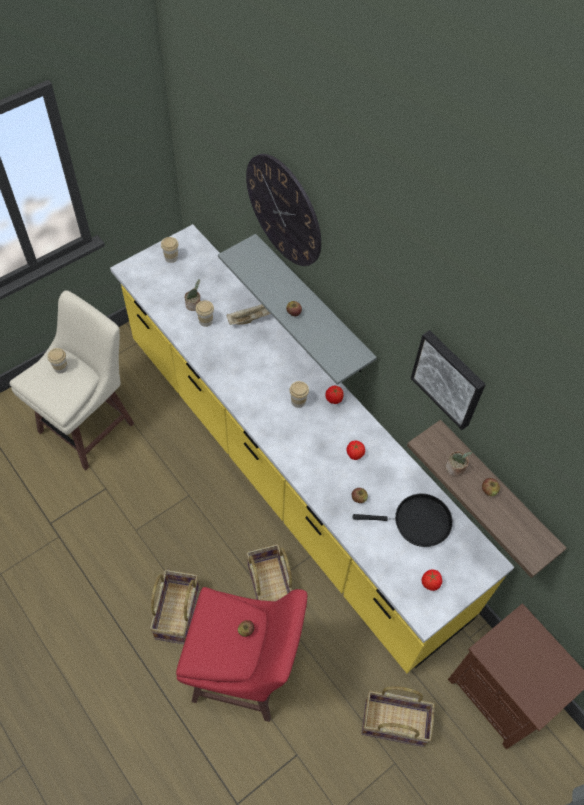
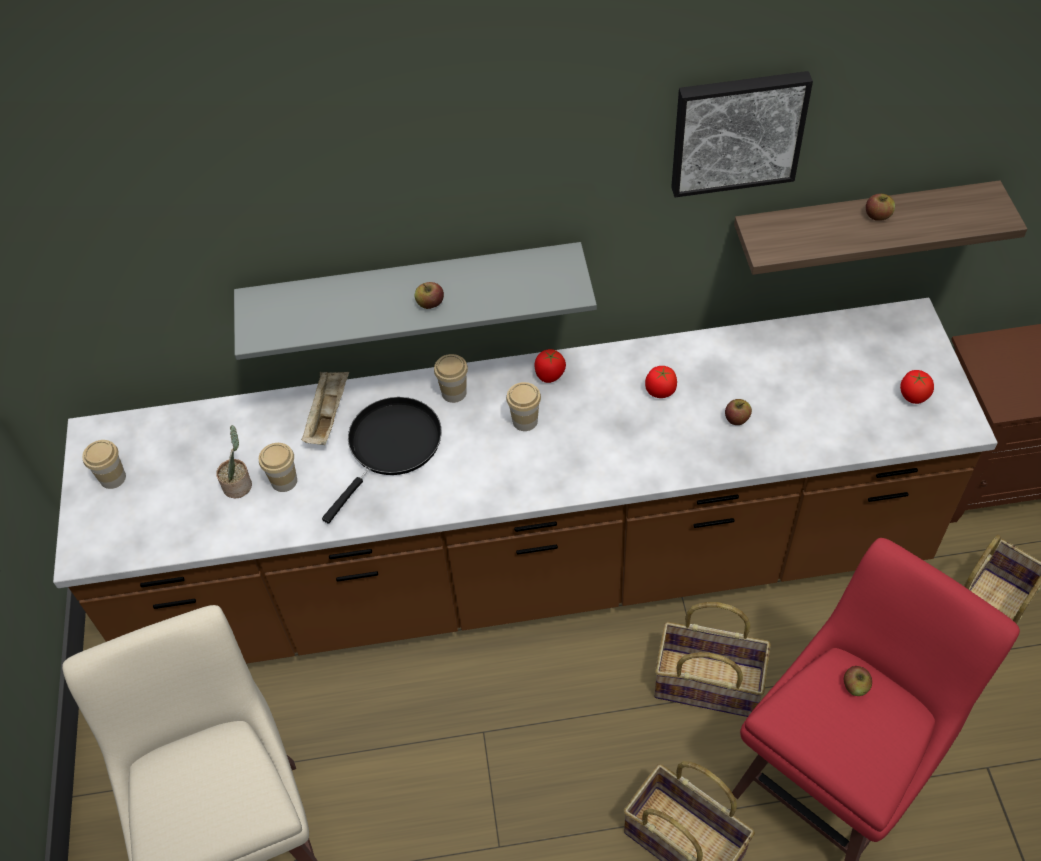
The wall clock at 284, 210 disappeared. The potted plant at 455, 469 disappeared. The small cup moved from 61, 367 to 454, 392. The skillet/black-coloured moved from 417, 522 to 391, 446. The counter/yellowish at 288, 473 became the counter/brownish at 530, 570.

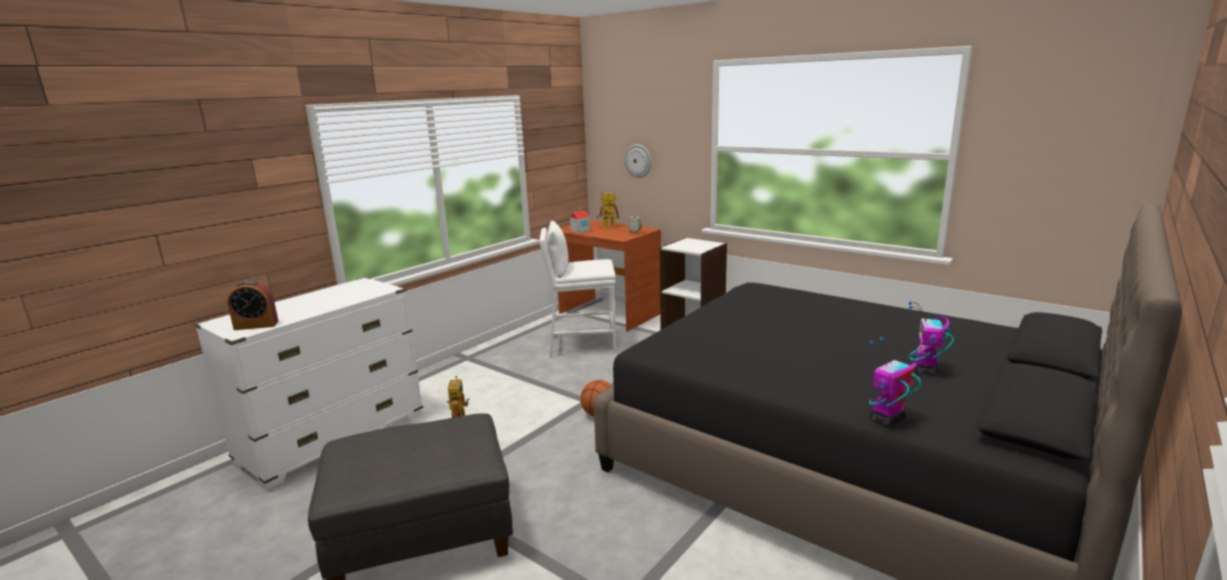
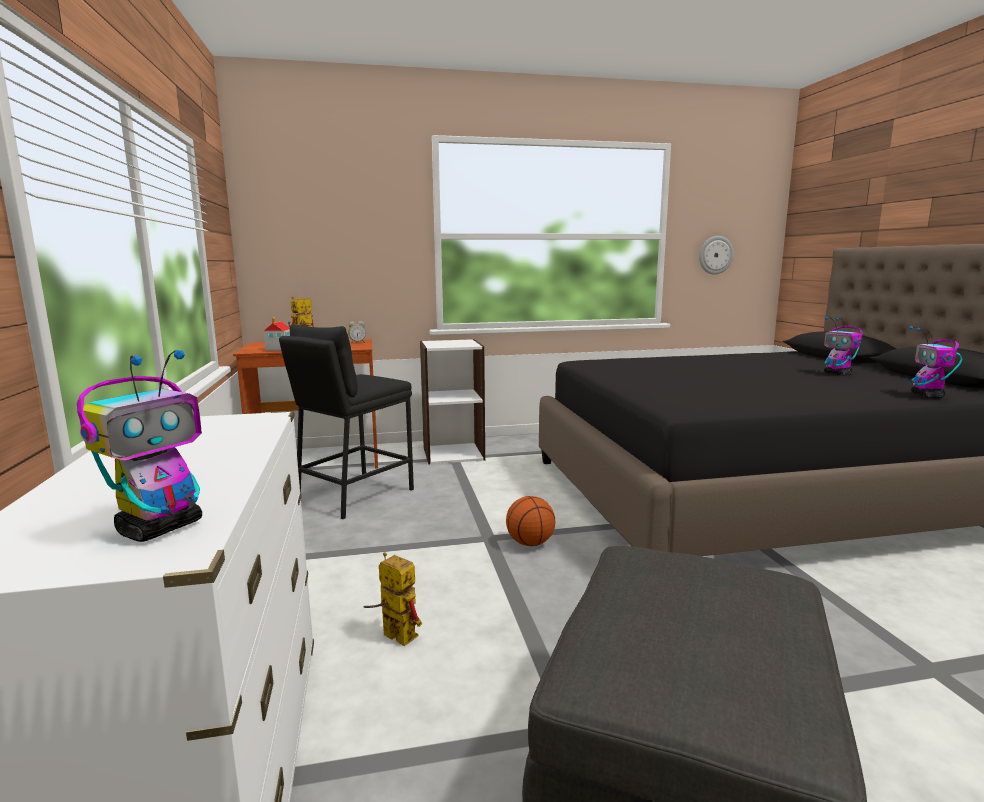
The wall clock moved from 638, 160 to 715, 255. The table clock at 256, 325 was replaced by the model robot at 162, 527. The sitting stool/whitish at 582, 344 became the sitting stool/black-coloured at 354, 495.

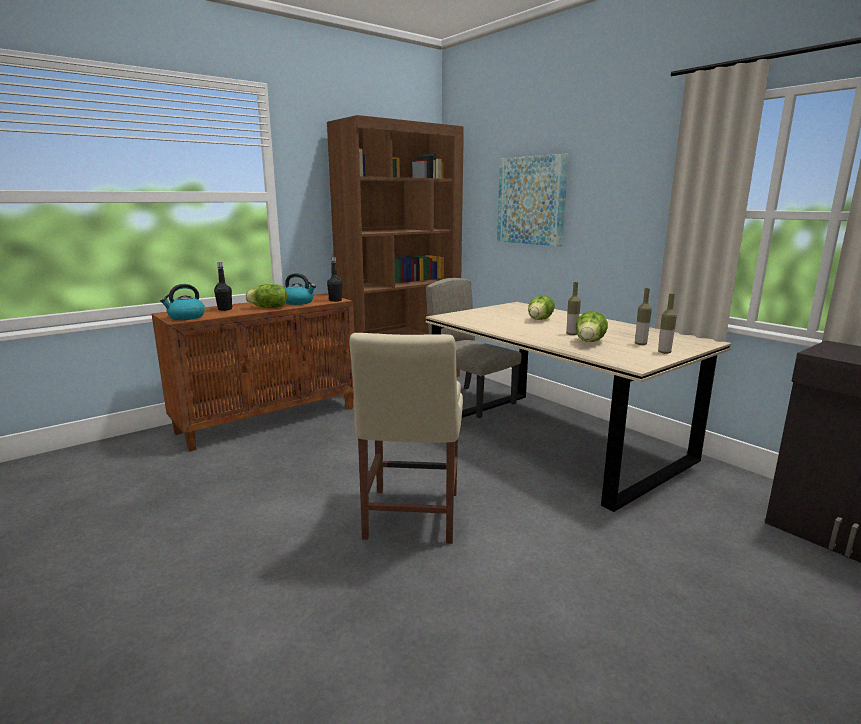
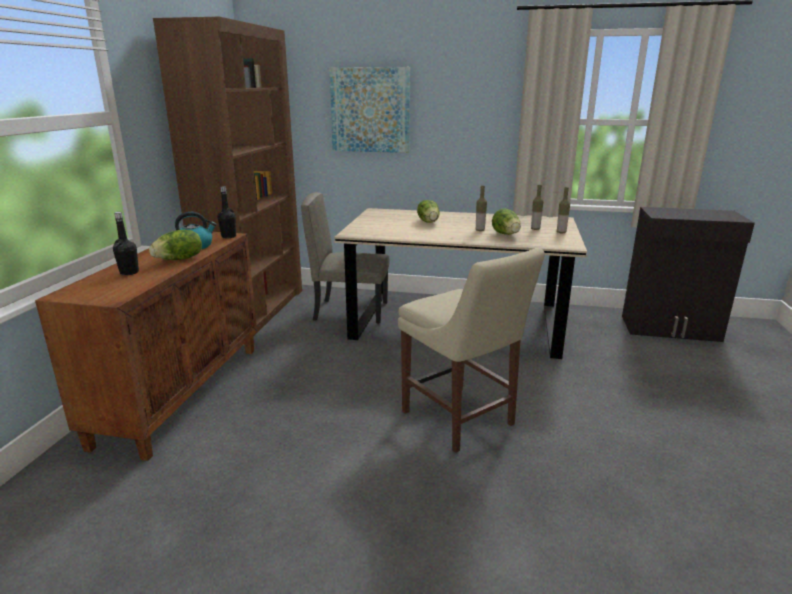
The water kettle at 186, 317 disappeared.

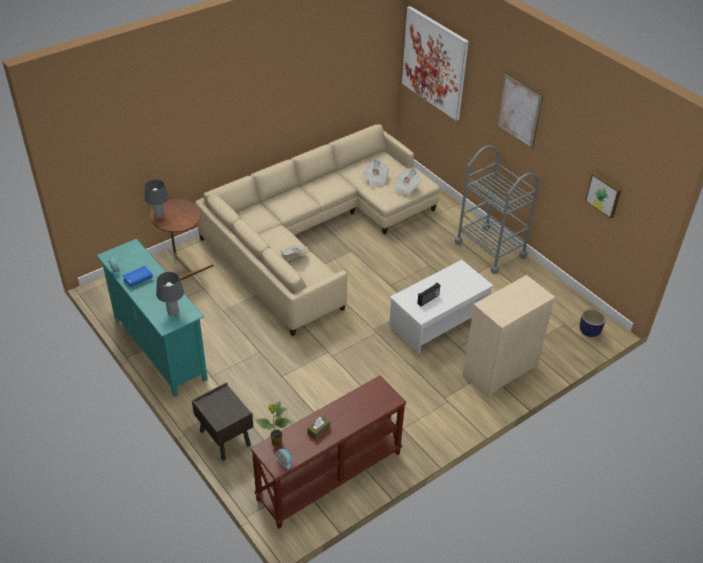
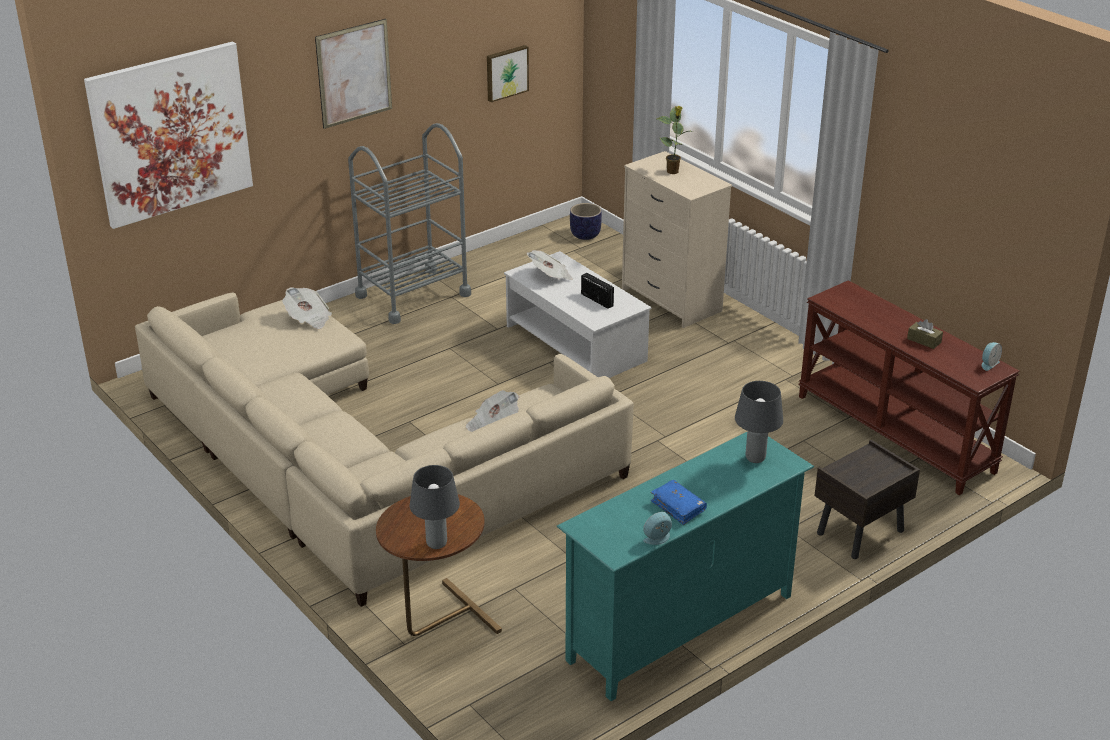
The potted plant moved from 276, 442 to 673, 172. The newspaper moved from 376, 180 to 550, 276.

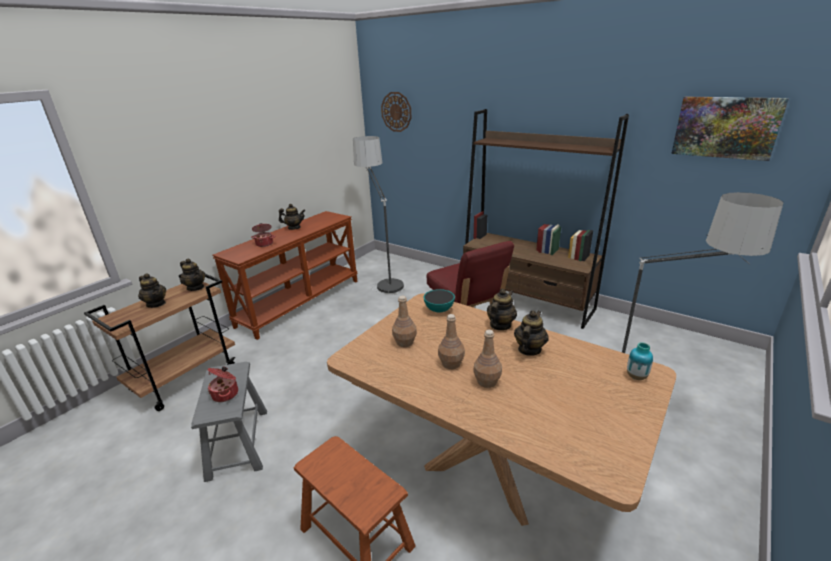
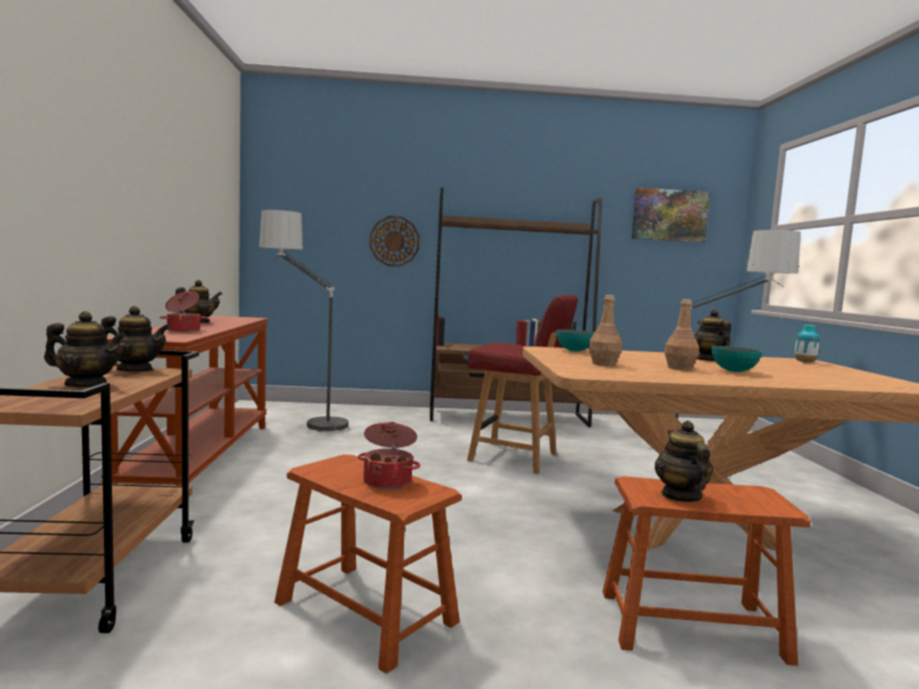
The wall clock moved from 396, 112 to 394, 241. The pot for tea moved from 500, 325 to 680, 496. The beverage bottle/brownish at 487, 381 was replaced by the bowl at 733, 371. The sitting stool/gray at 238, 443 became the sitting stool/brownish at 365, 612.

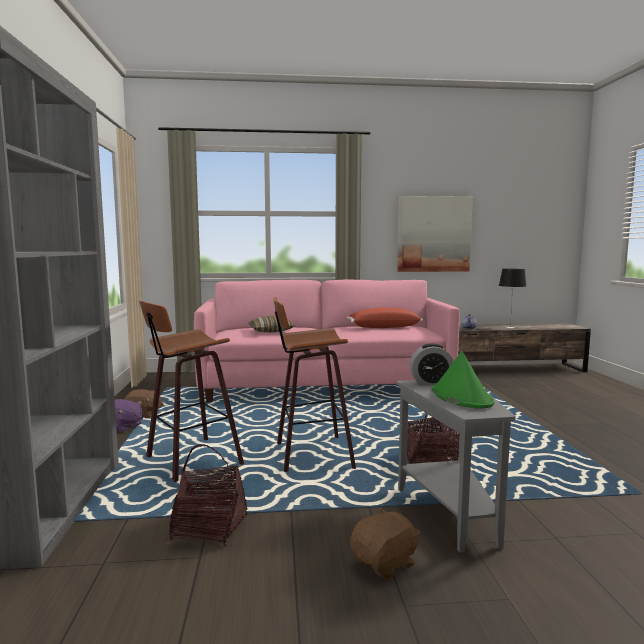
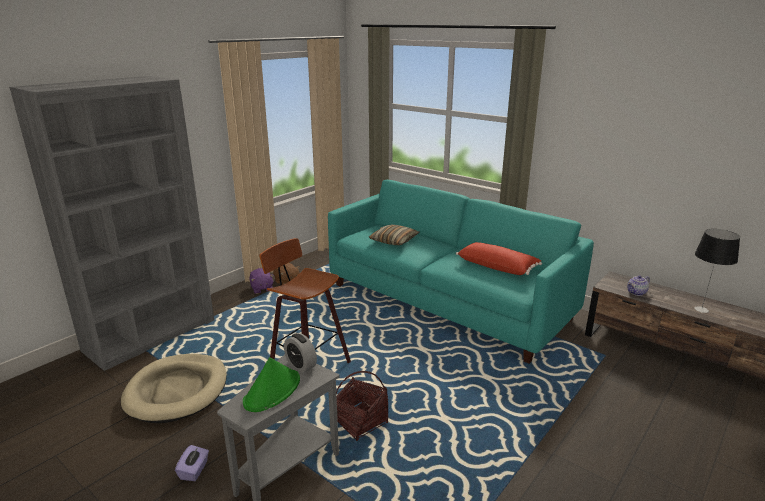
The sitting stool at 190, 461 disappeared. The wall picture at 434, 234 disappeared. The basket at 210, 527 was replaced by the dog bed/beige-coloured at 177, 391. The cuddly toy/brownish at 385, 563 was replaced by the tissue holder/purple at 194, 471. The settee/pink-coloured at 325, 385 became the settee/blue-green at 447, 302.

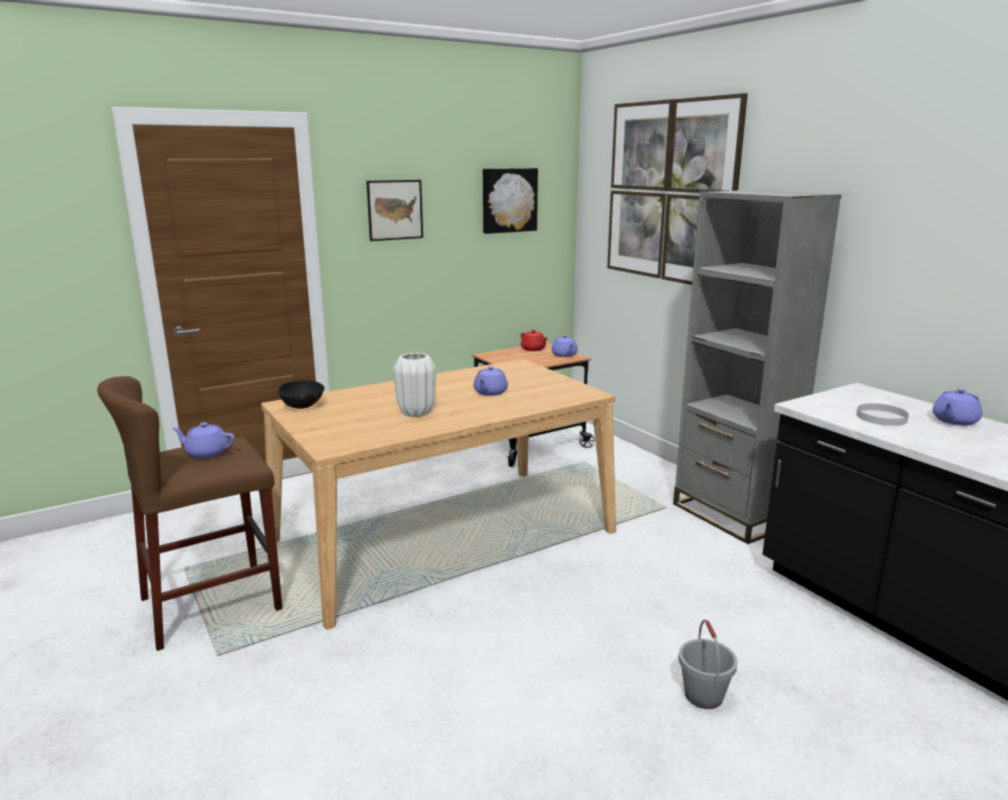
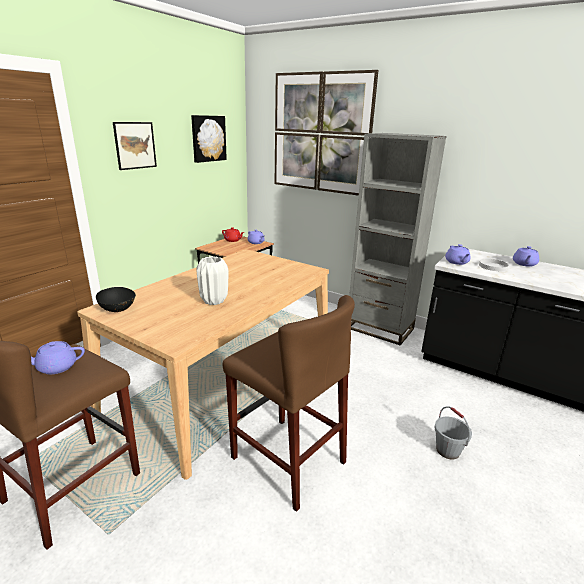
The sitting stool/brownish at 288, 459 appeared. The pot for tea/purple moved from 490, 392 to 457, 262.

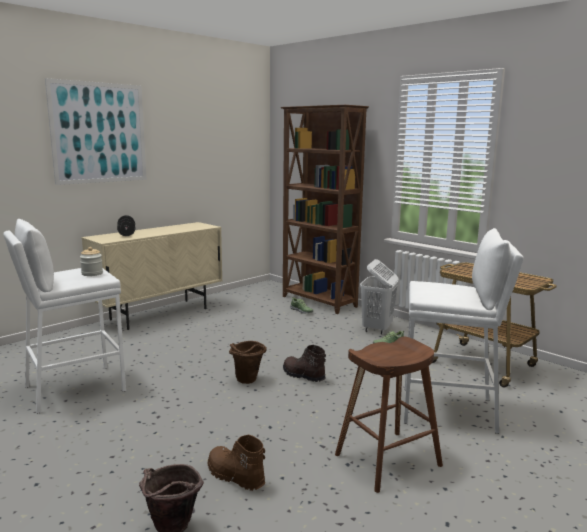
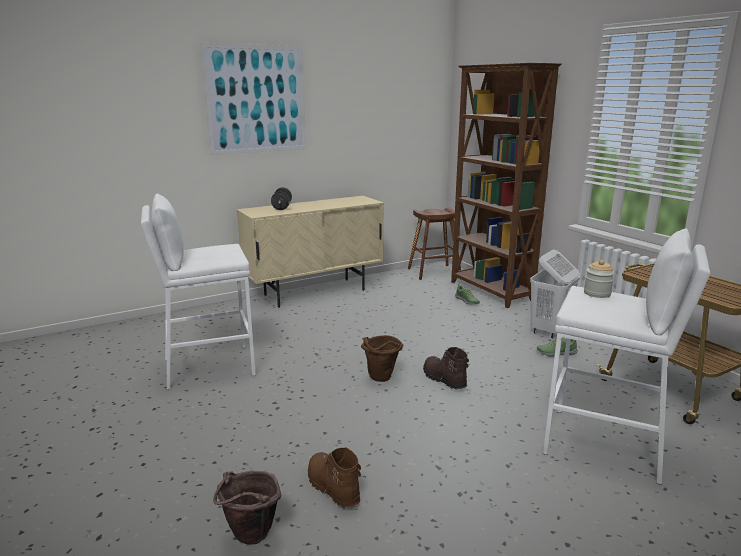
The preserve jar moved from 92, 273 to 597, 293. The sitting stool/brownish moved from 388, 460 to 434, 272.

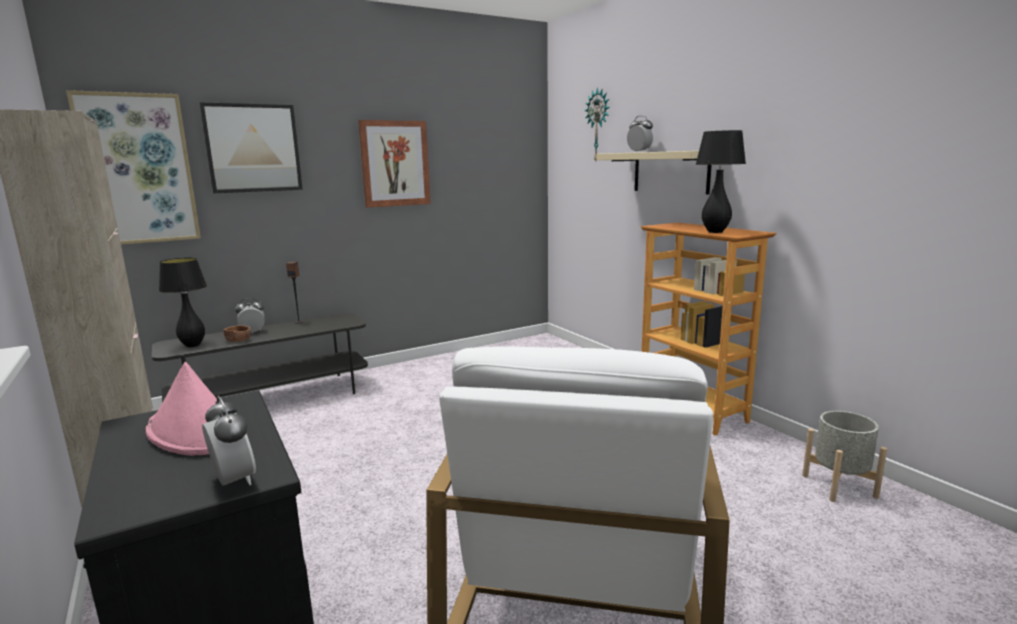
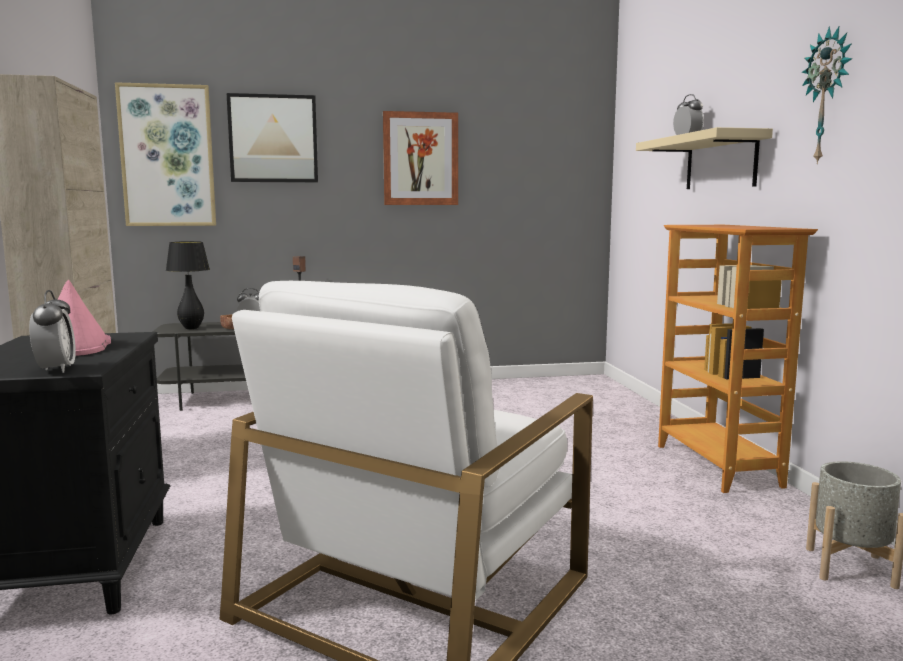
The table lamp/black-coloured at 715, 232 disappeared. The wall clock moved from 599, 125 to 828, 96.

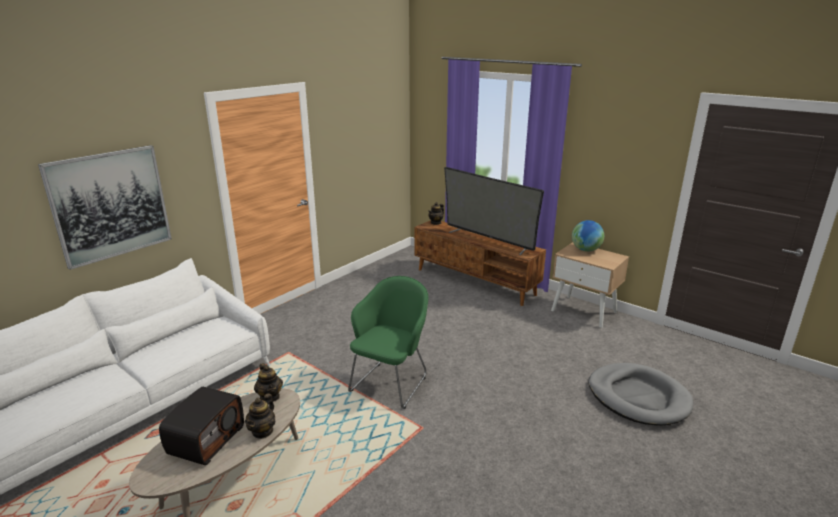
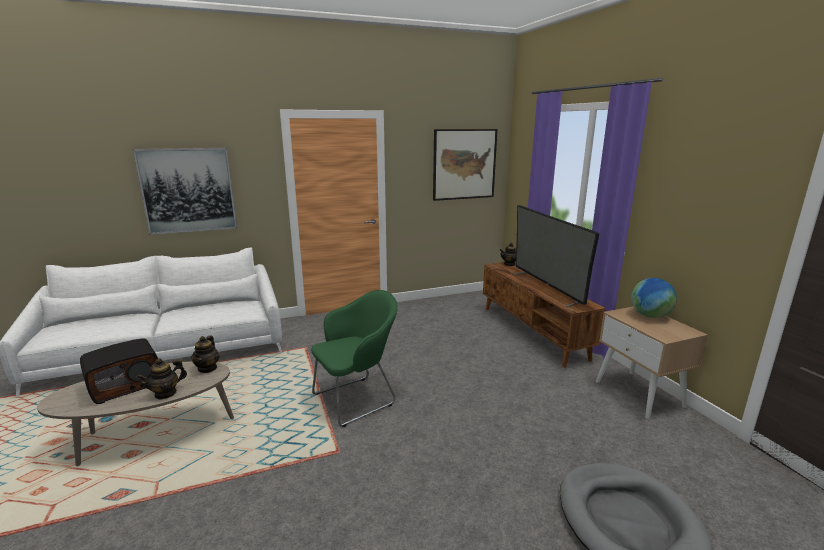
The wall picture at 464, 164 appeared.

